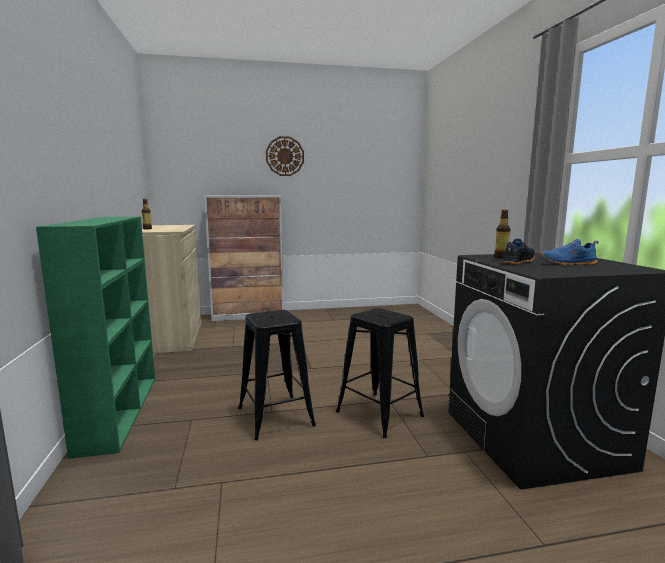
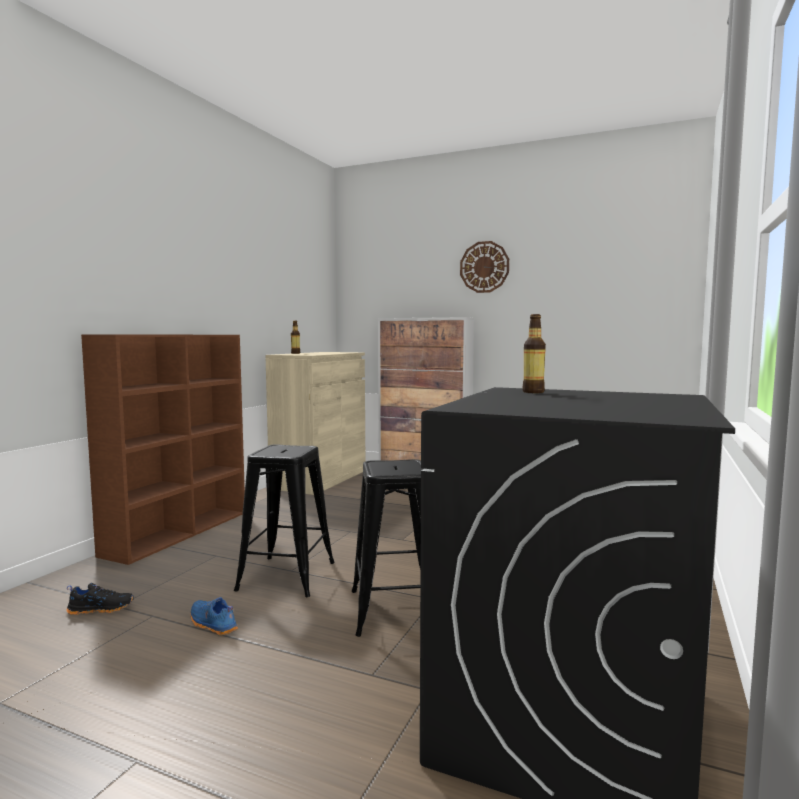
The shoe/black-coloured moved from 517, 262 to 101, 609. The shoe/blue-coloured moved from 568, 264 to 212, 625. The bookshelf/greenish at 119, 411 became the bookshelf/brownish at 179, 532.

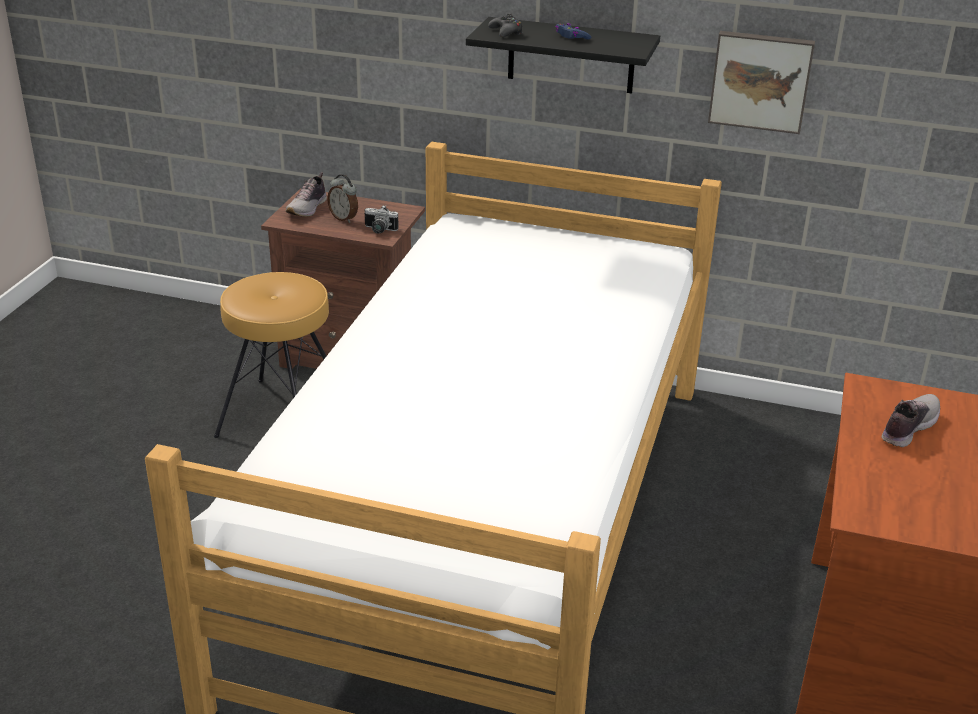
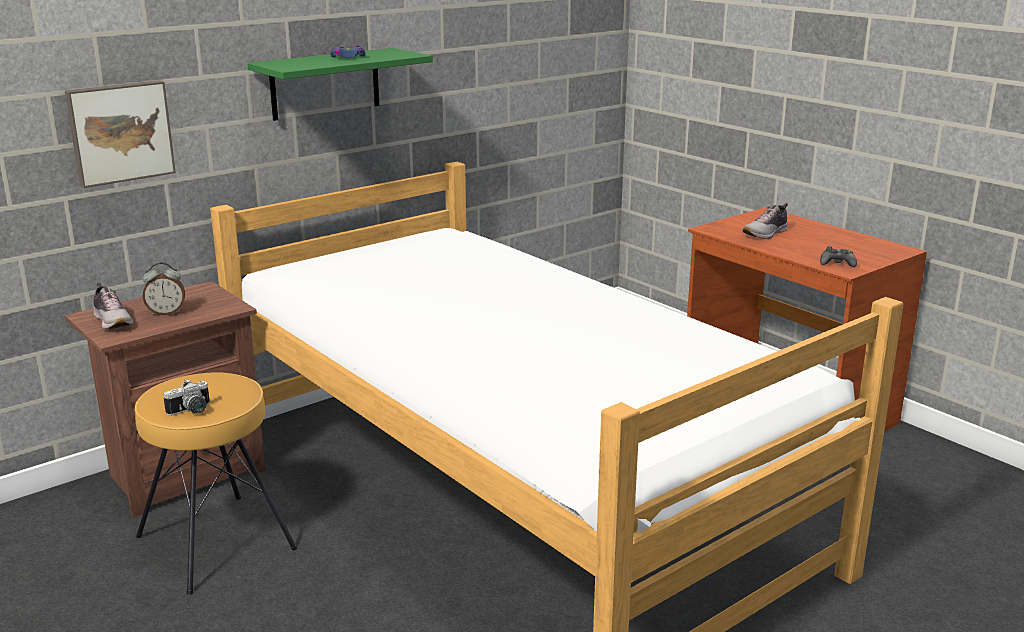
The still camera moved from 379, 230 to 191, 411. The game controller/black-coloured moved from 506, 32 to 837, 263. The wall picture moved from 760, 81 to 120, 132. The wall shelf/black-coloured at 571, 55 became the wall shelf/greenish at 325, 84. The shoe at 907, 428 turned 120 degrees counterclockwise.

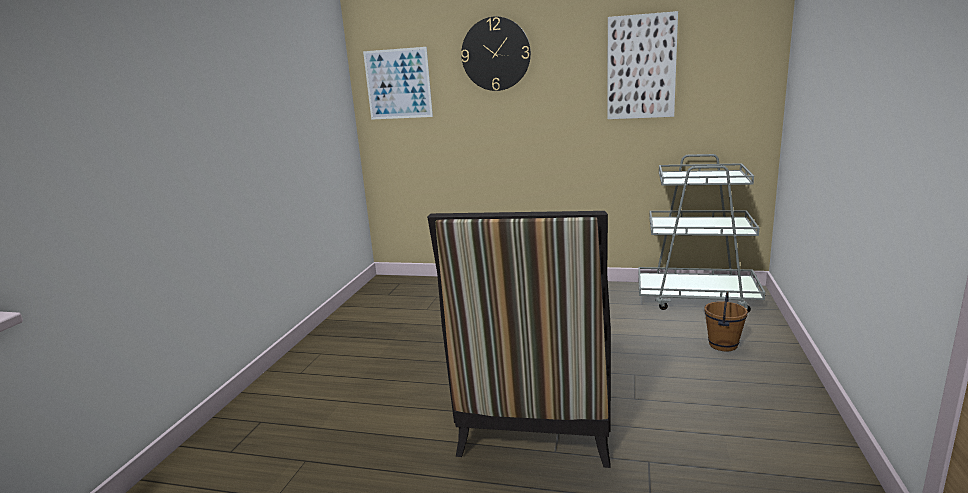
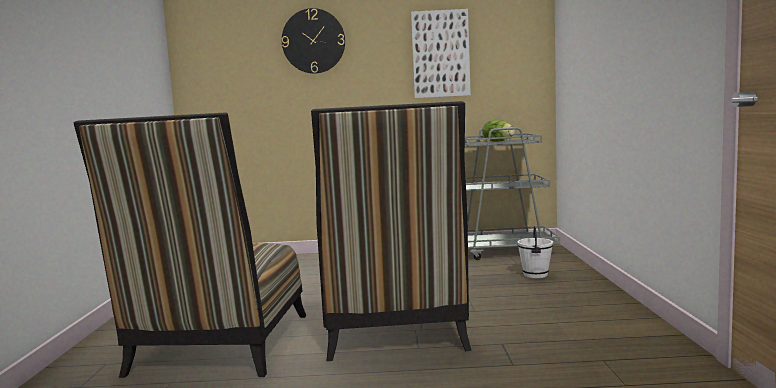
The wall picture at 398, 84 disappeared. The upright chair at 217, 348 appeared. The lettuce head at 498, 141 appeared. The water bucket/brownish at 723, 345 became the water bucket/whitish at 536, 275.

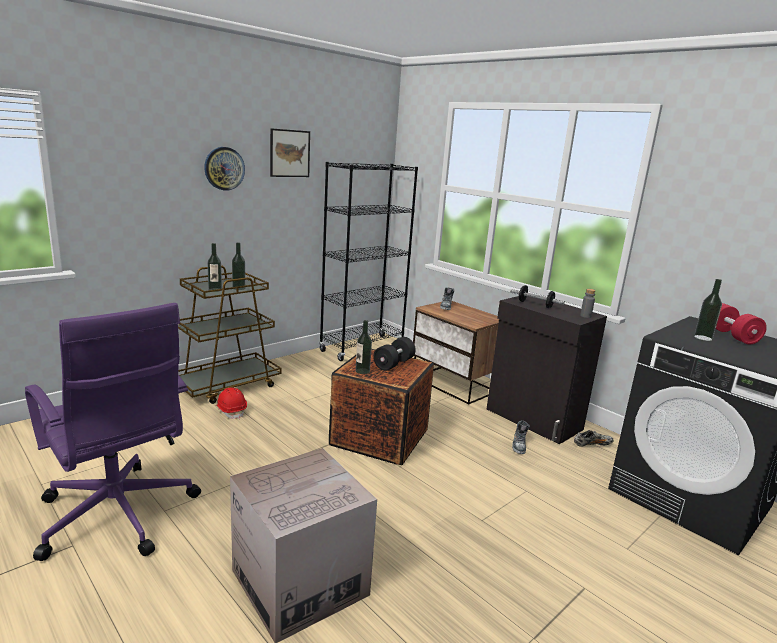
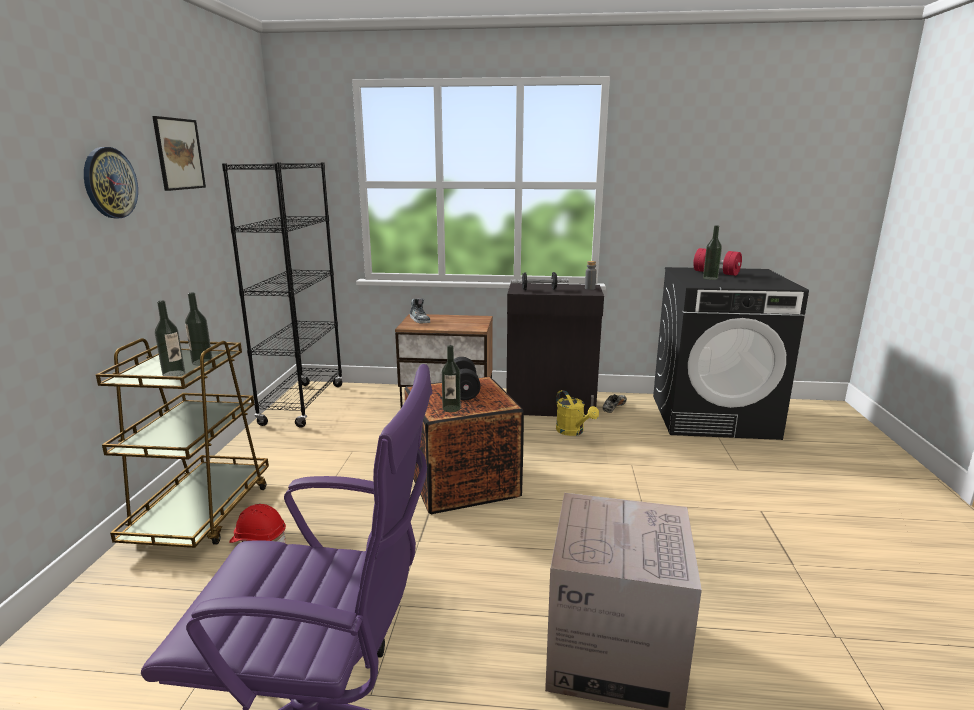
The shoe at 519, 445 was replaced by the watering can/yellowish at 573, 432.

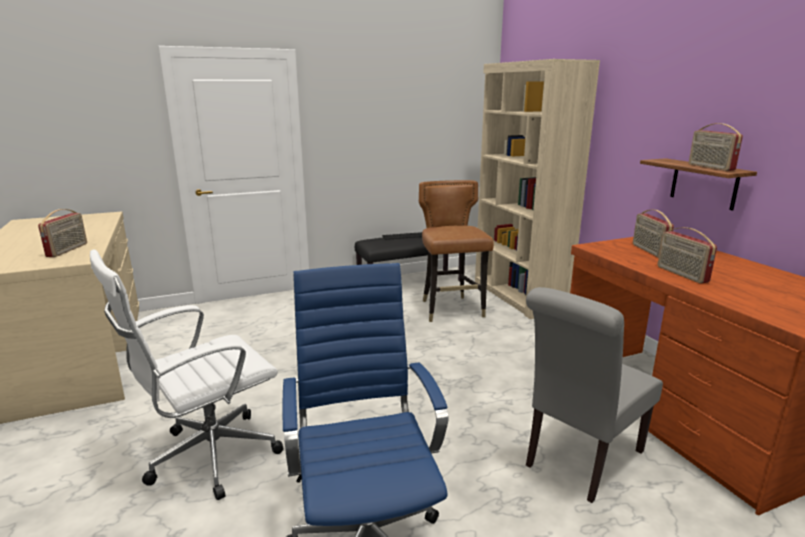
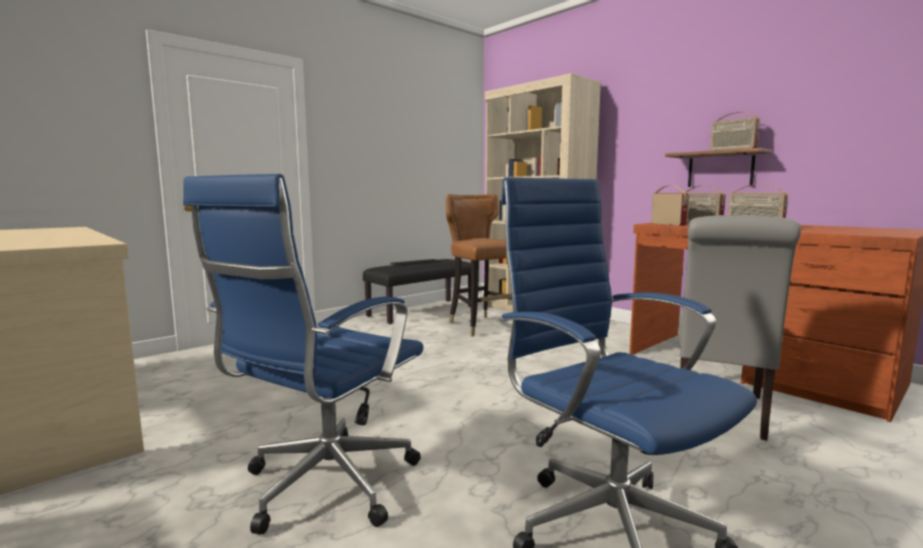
The radio moved from 68, 250 to 668, 224. The computer chair/whitish at 208, 458 became the computer chair/blue-coloured at 324, 487.

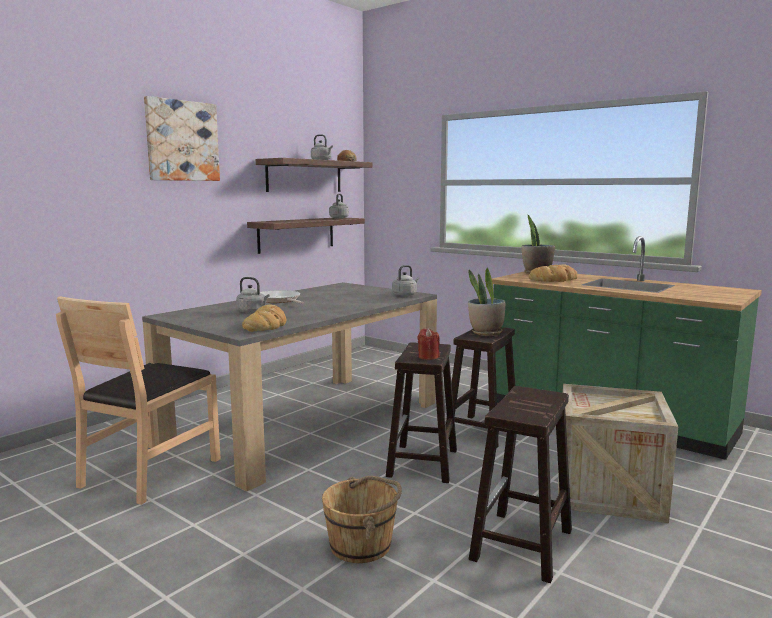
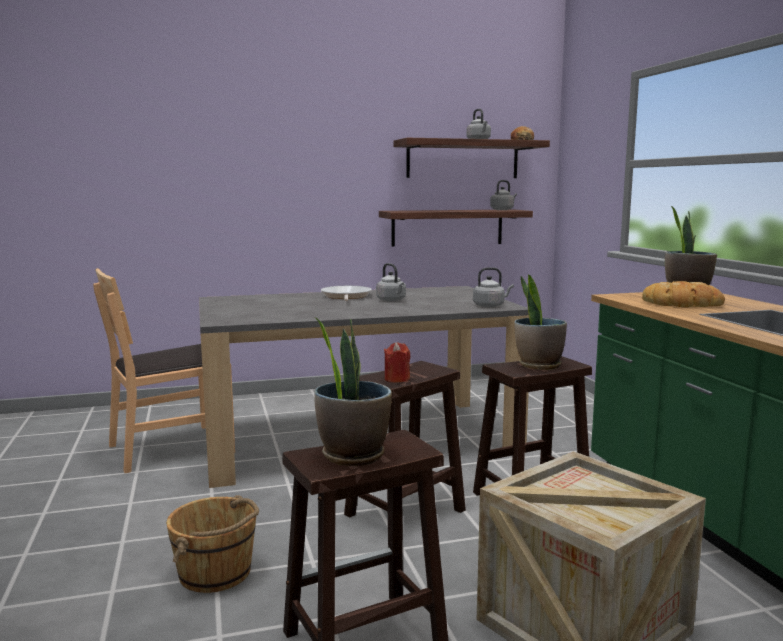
The wall picture at 182, 141 disappeared. The baked bread at 266, 325 disappeared. The potted plant at 352, 455 appeared. The water kettle/gray moved from 253, 311 to 392, 300.

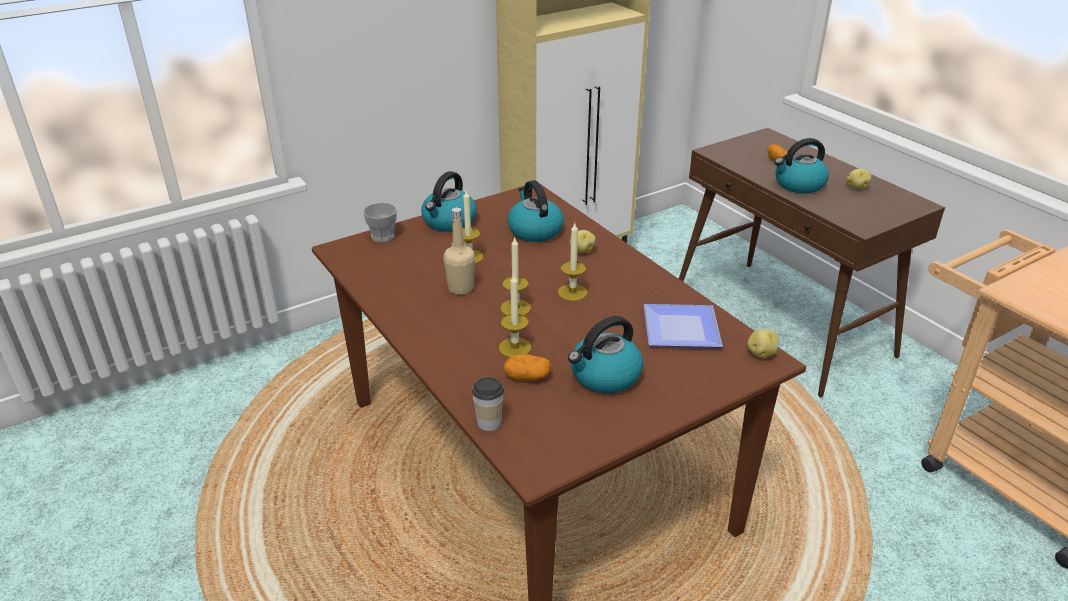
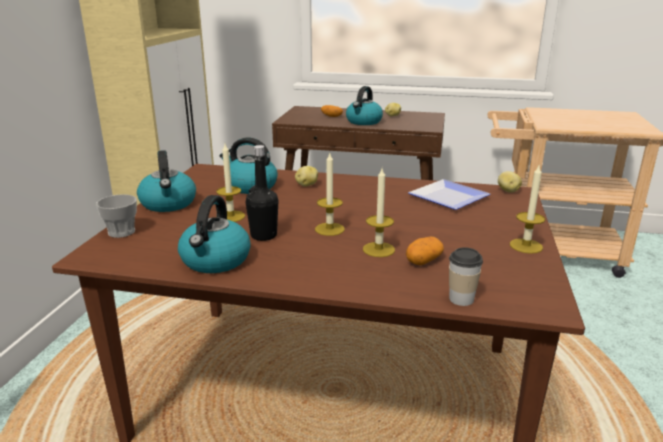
The wax light moved from 572, 292 to 526, 246. The water kettle moved from 604, 376 to 215, 261. The beverage bottle/beige-coloured at 460, 288 became the beverage bottle/black-coloured at 263, 235.

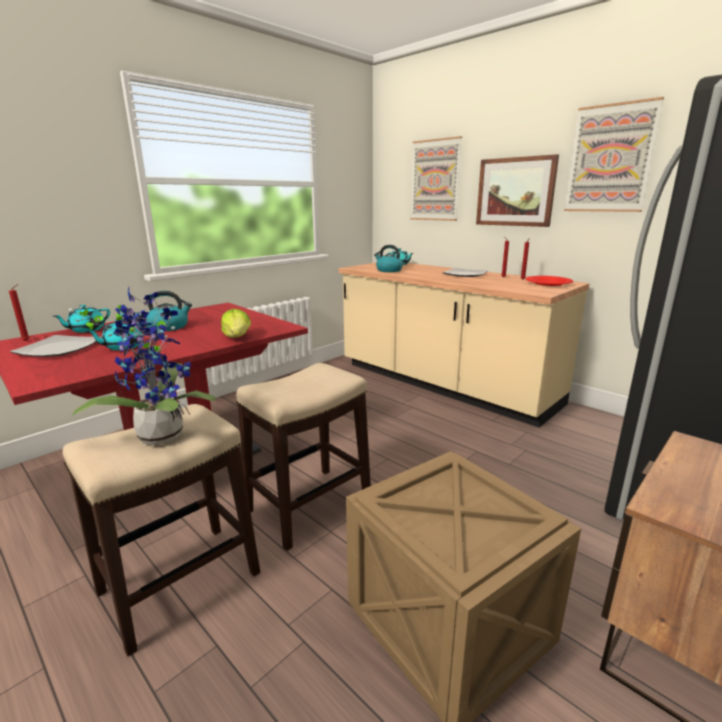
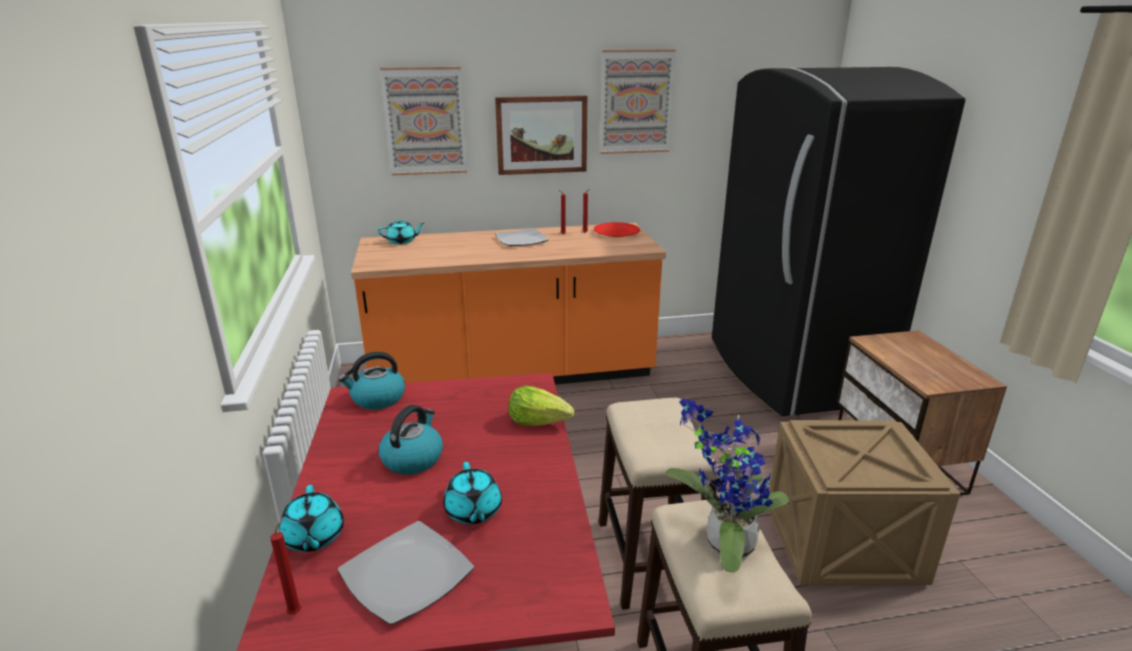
The water kettle moved from 388, 270 to 377, 399. The counter/beige-coloured at 443, 384 became the counter/orange-coloured at 513, 374.

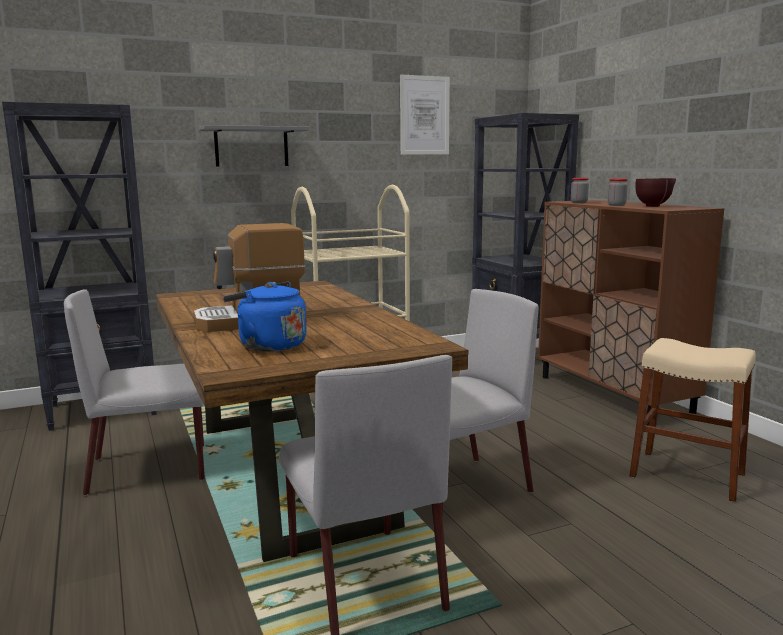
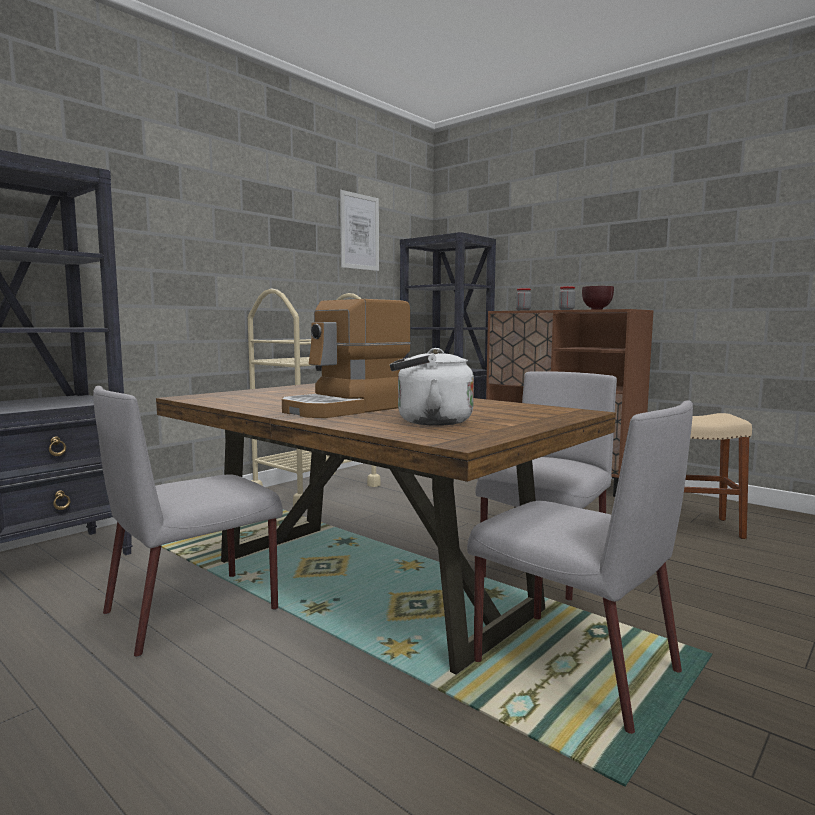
The wall shelf/gray at 251, 147 disappeared. The water kettle/blue-coloured at 268, 345 became the water kettle/whitish at 429, 422.

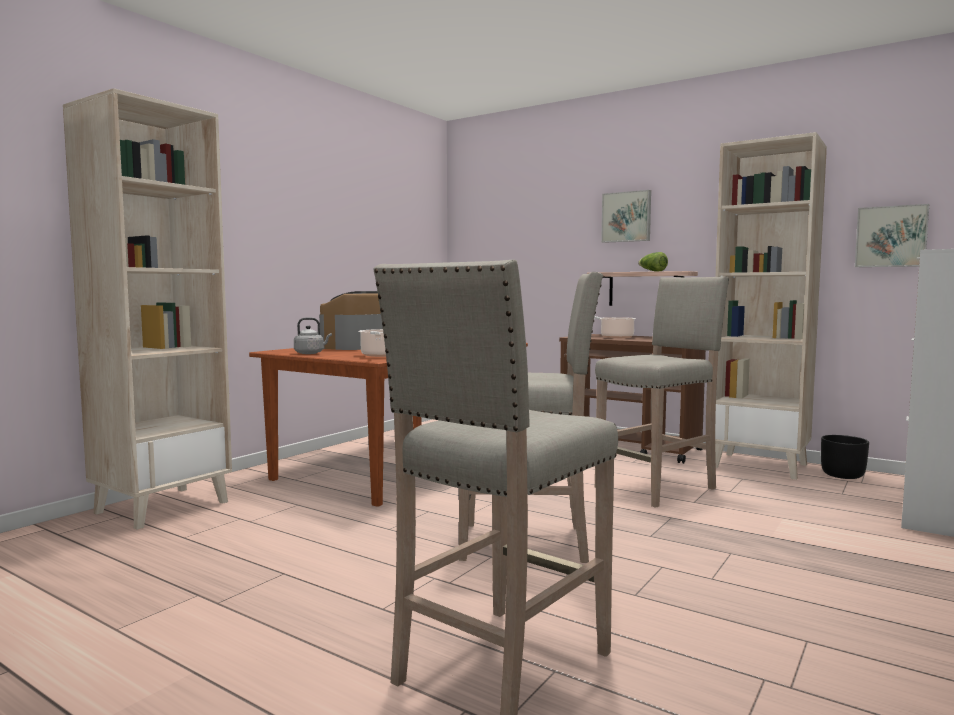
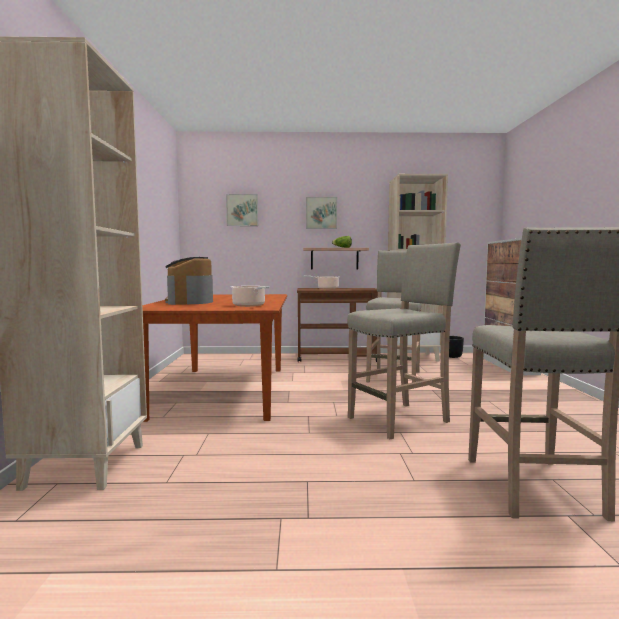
The water kettle/gray at 310, 353 disappeared. The wall picture moved from 891, 236 to 242, 210.

